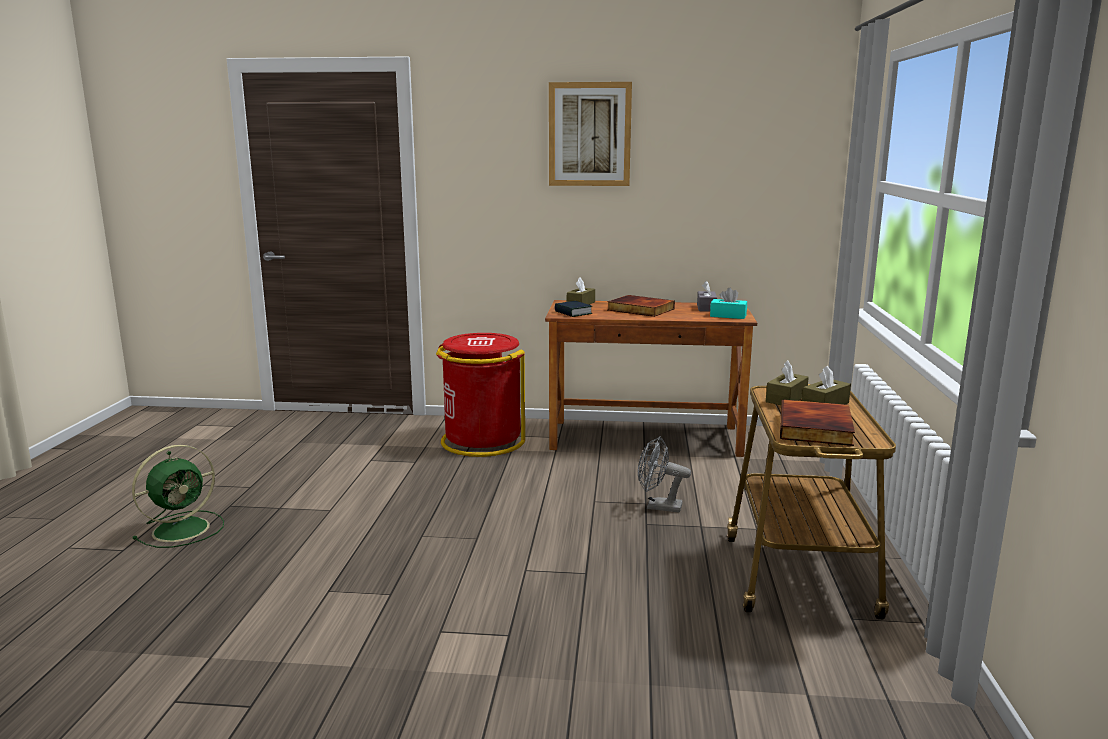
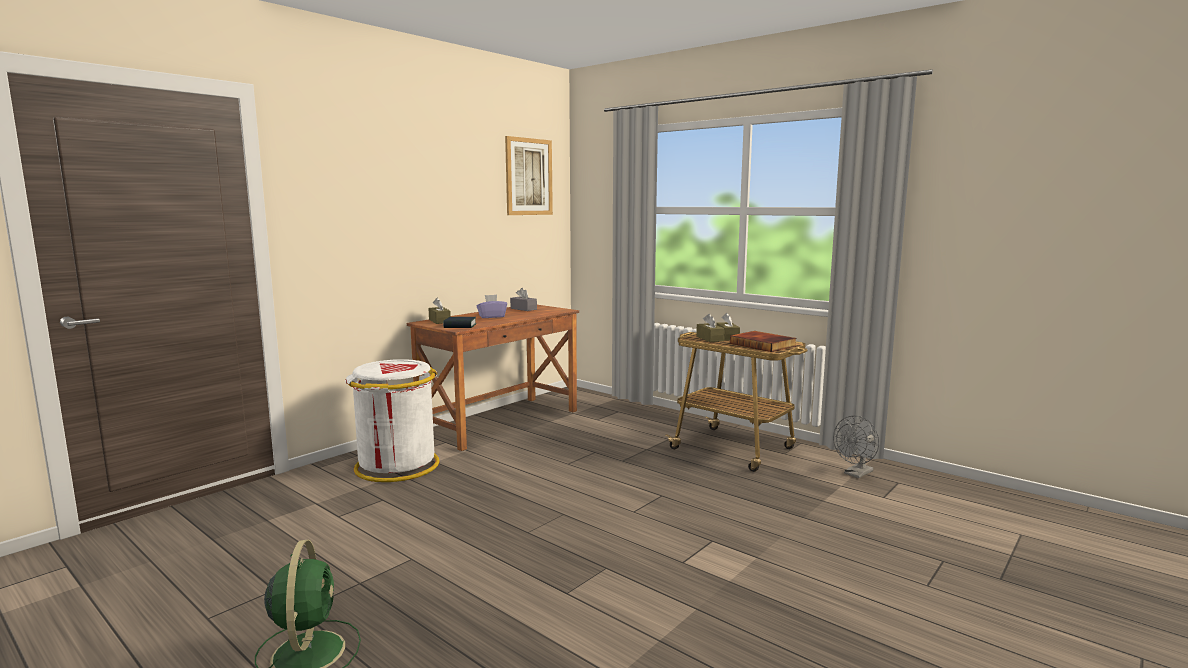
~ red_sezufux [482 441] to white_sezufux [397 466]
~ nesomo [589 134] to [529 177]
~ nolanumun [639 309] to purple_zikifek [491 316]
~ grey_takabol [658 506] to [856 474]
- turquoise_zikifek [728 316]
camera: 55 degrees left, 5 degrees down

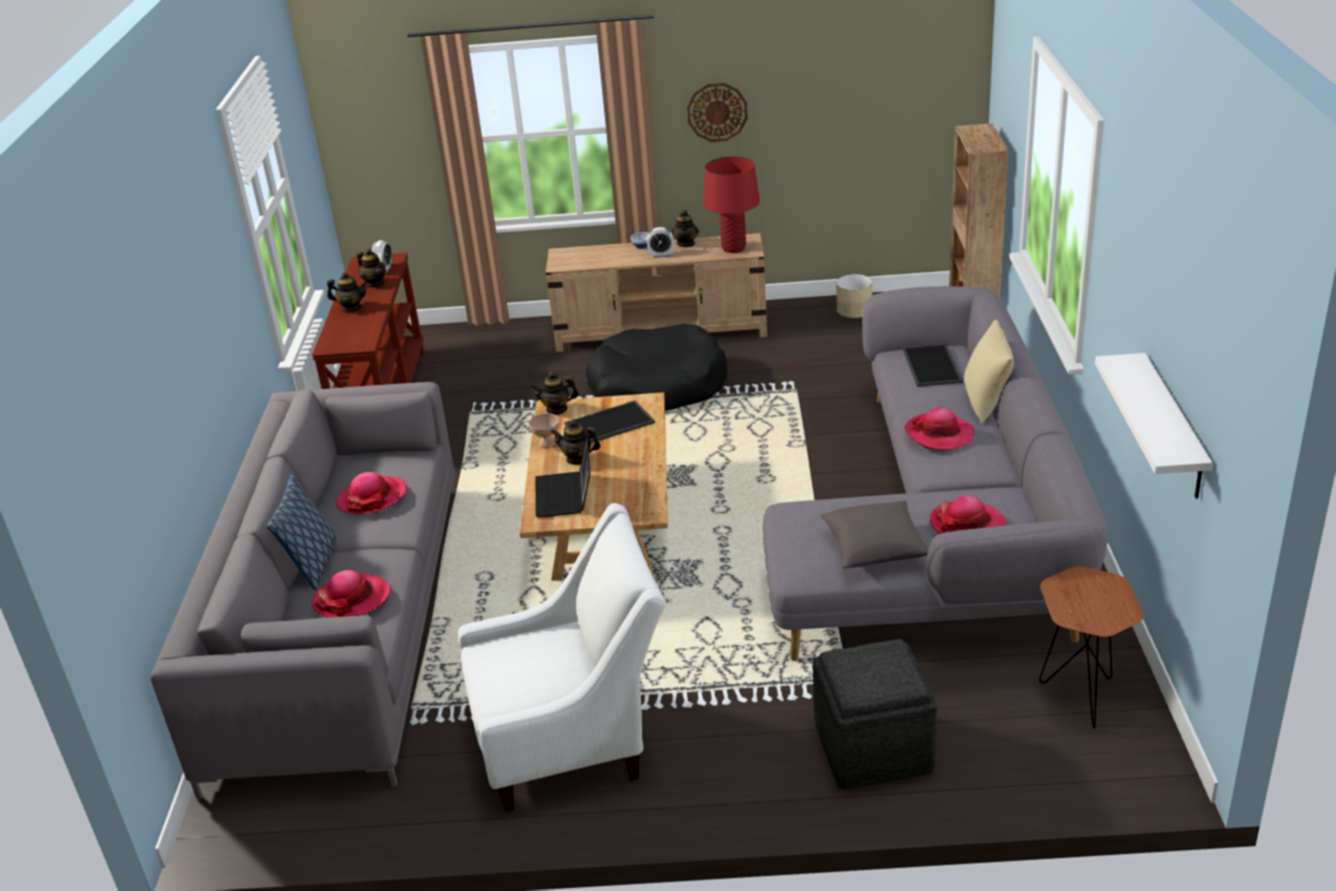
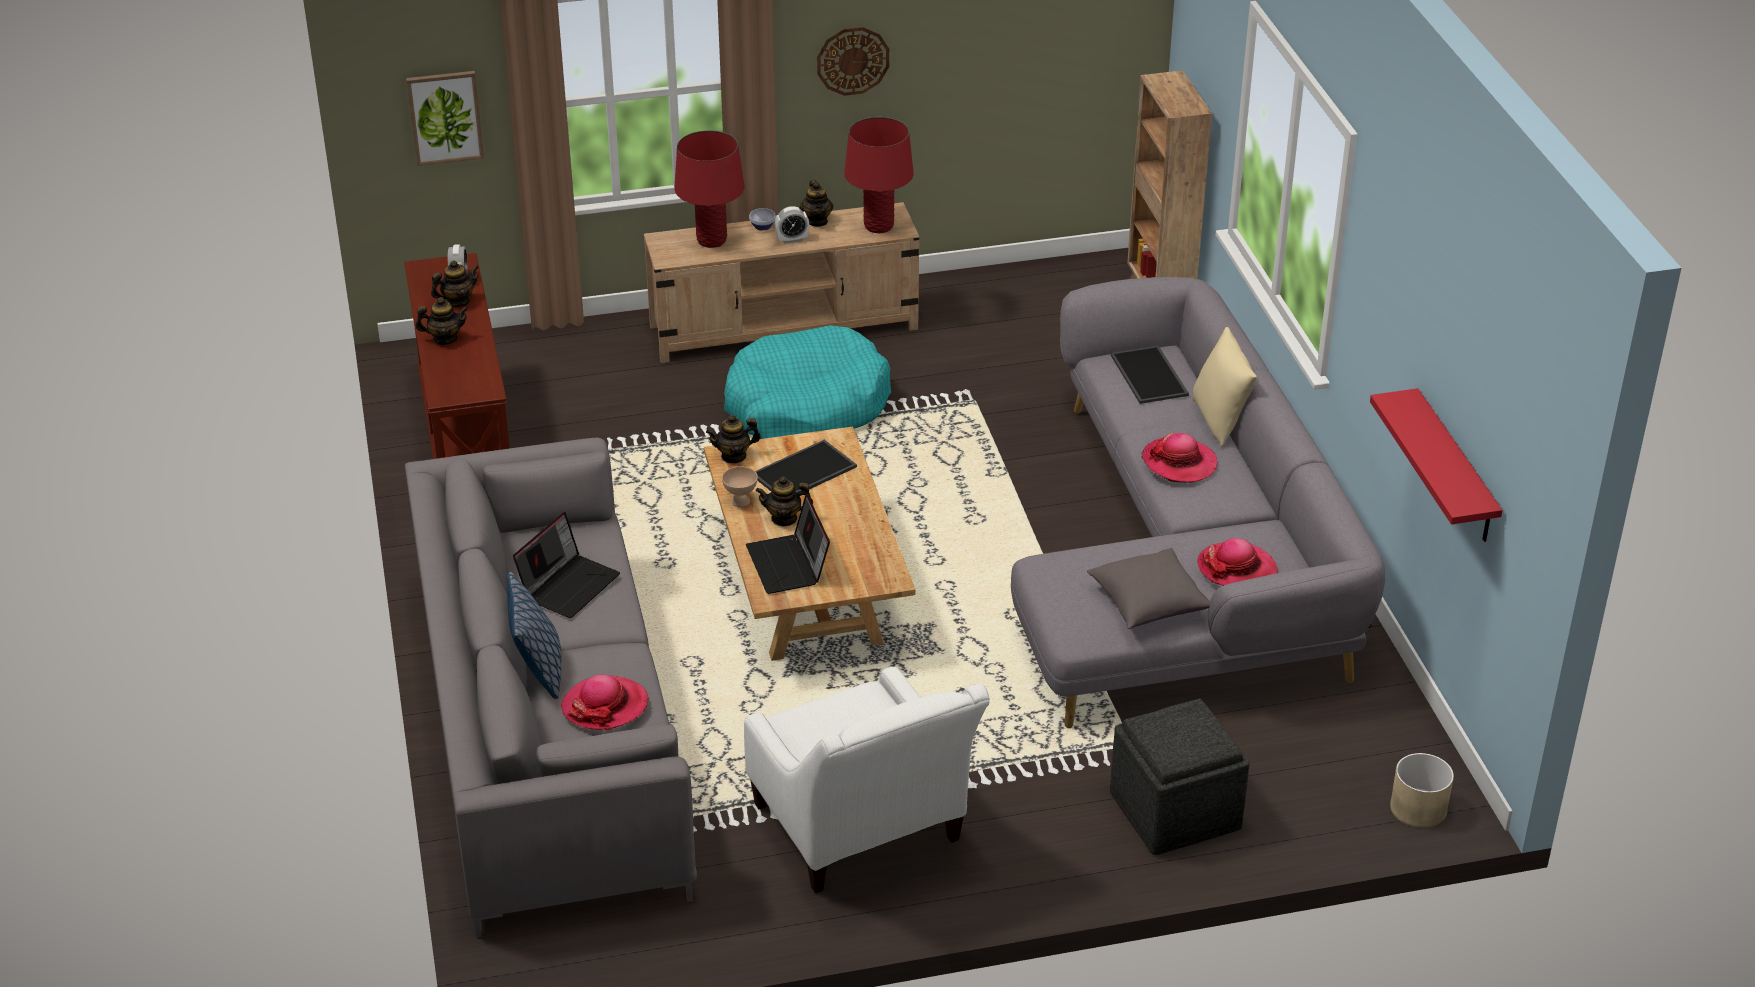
~ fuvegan [372 498] to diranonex [569 585]
~ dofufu [375 283] = [457 301] 60 degrees counterclockwise
~ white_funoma [573 739] = [863 833] 90 degrees clockwise
~ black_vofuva [657 386] to turquoise_vofuva [806 405]
~ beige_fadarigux [854 310] to [1418 809]
- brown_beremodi [1080 693]
~ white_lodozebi [1173 427] to red_lodozebi [1455 469]
+ nesomo [445 117]
+ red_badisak [711 240]
camera: 15 degrees left, 5 degrees up

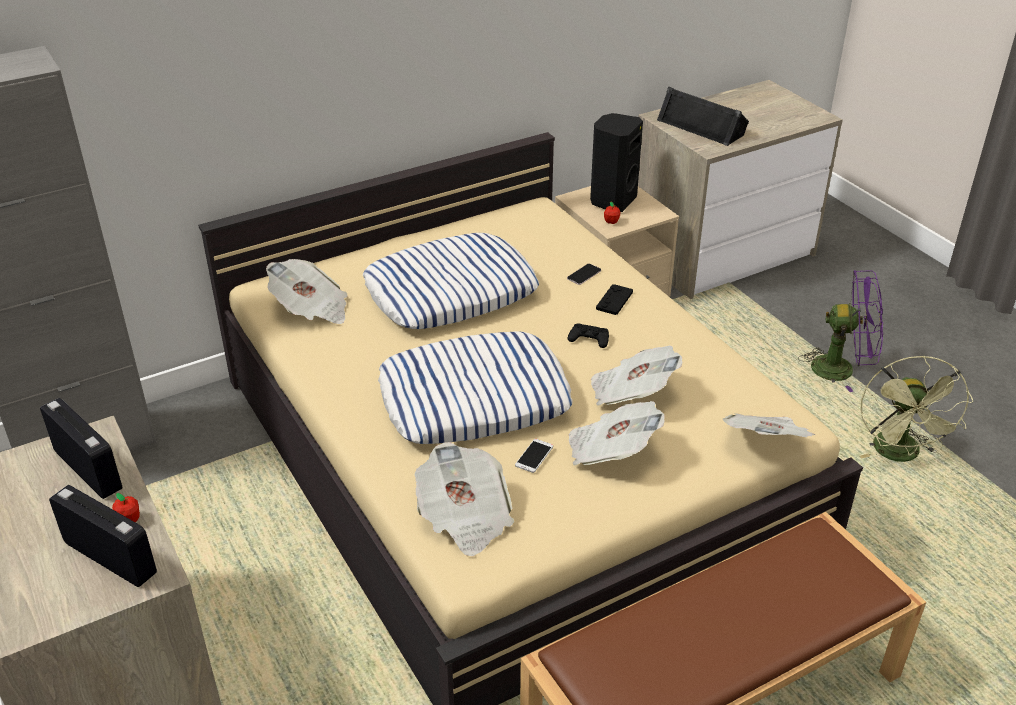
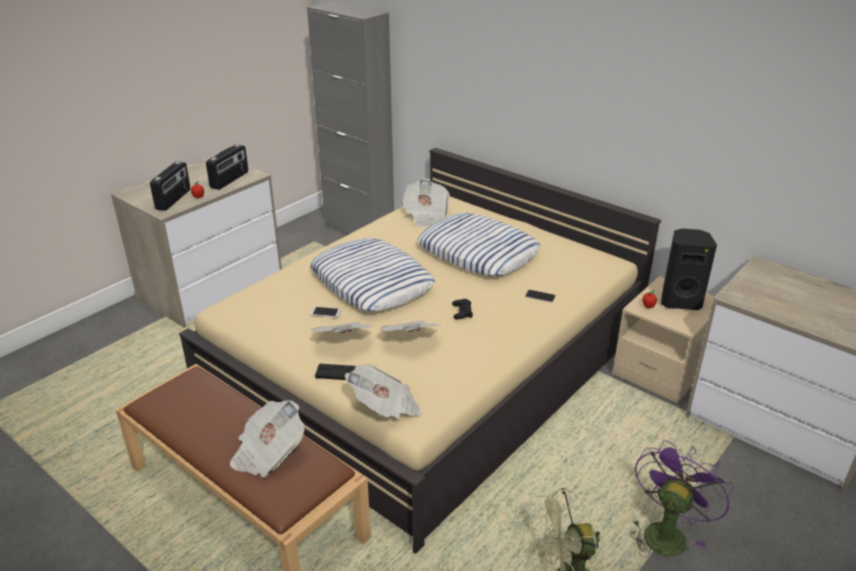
~ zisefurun [465 518] to [268 453]
~ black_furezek [614 300] to [336 373]
- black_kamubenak [702 126]
~ purple_takabol [842 368] = [666 532] 135 degrees counterclockwise
camera: 70 degrees right, 5 degrees down

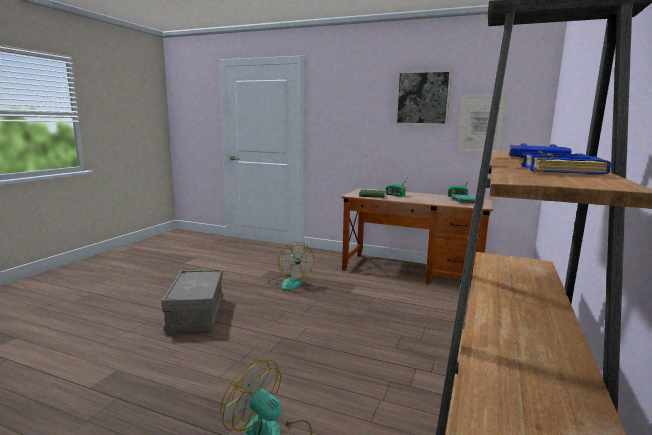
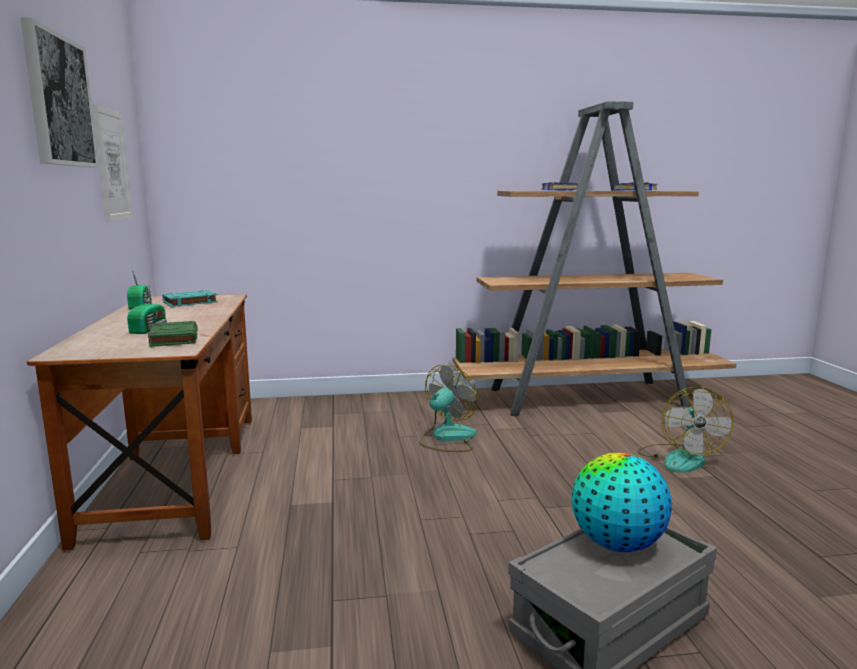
~ takabol [289 282] to [447 438]
+ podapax [616 544]
camera: 120 degrees left, 0 degrees up

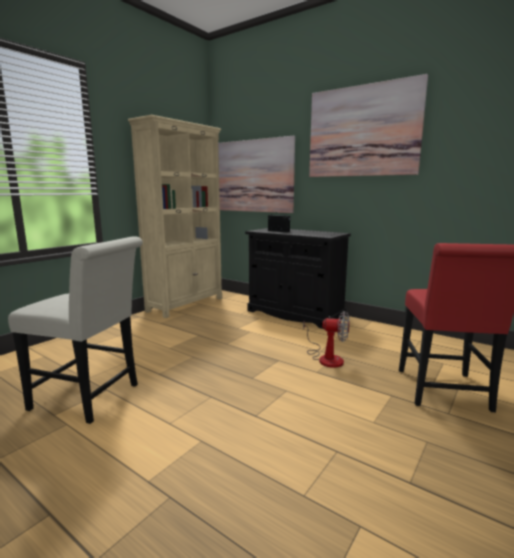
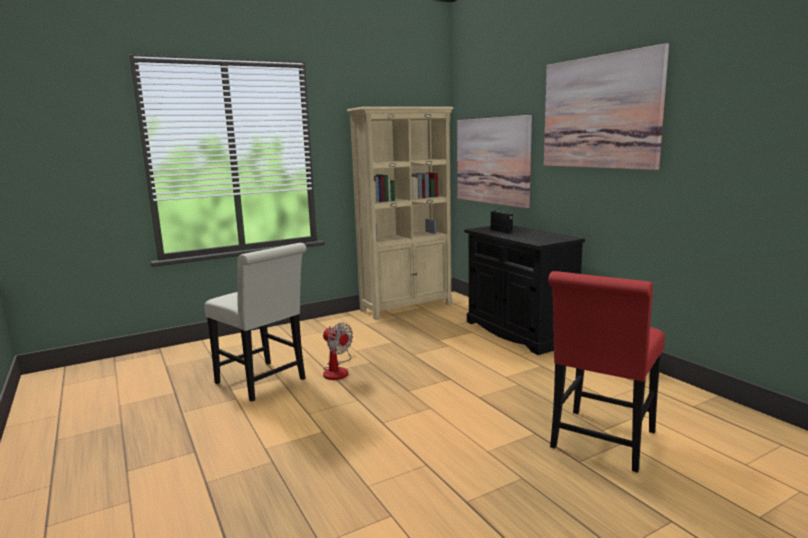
~ takabol [326 358] to [337 370]
camera: 25 degrees right, 0 degrees up

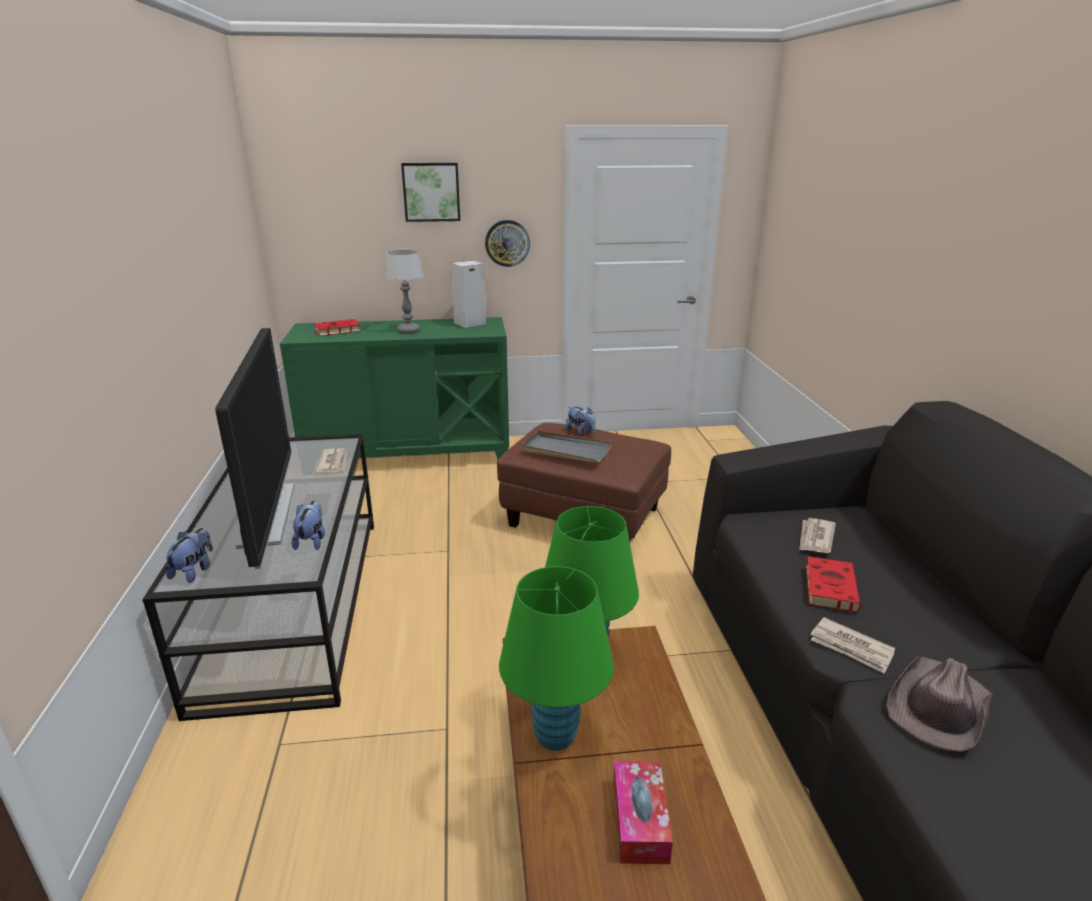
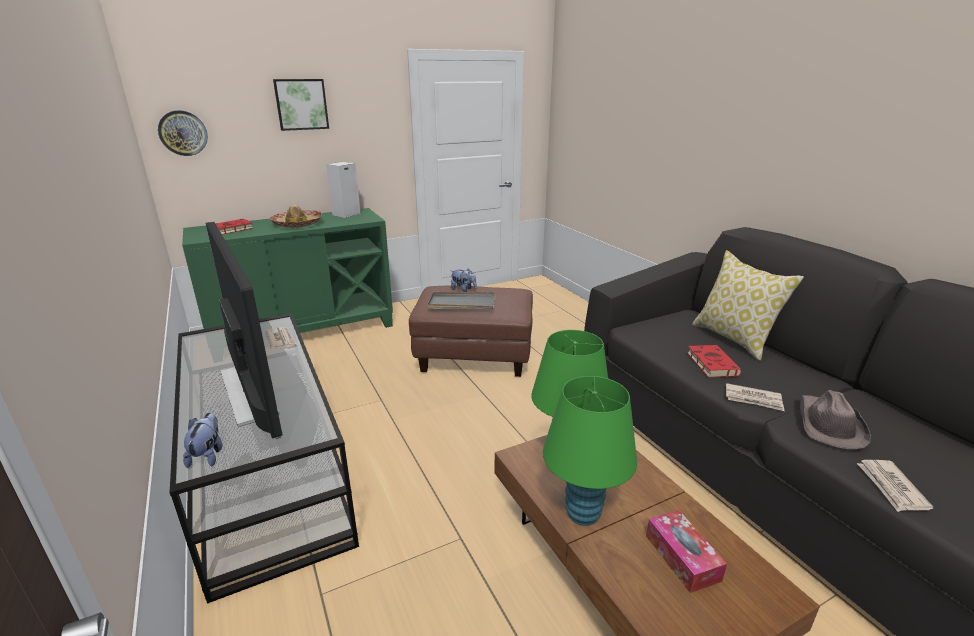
- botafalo [312 541]
~ badisak [408 331] to fuvegan [297 224]
~ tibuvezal [507 243] to [183 133]
~ zisefurun [815 538] to [891 487]
+ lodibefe [734 339]
camera: 20 degrees left, 0 degrees up

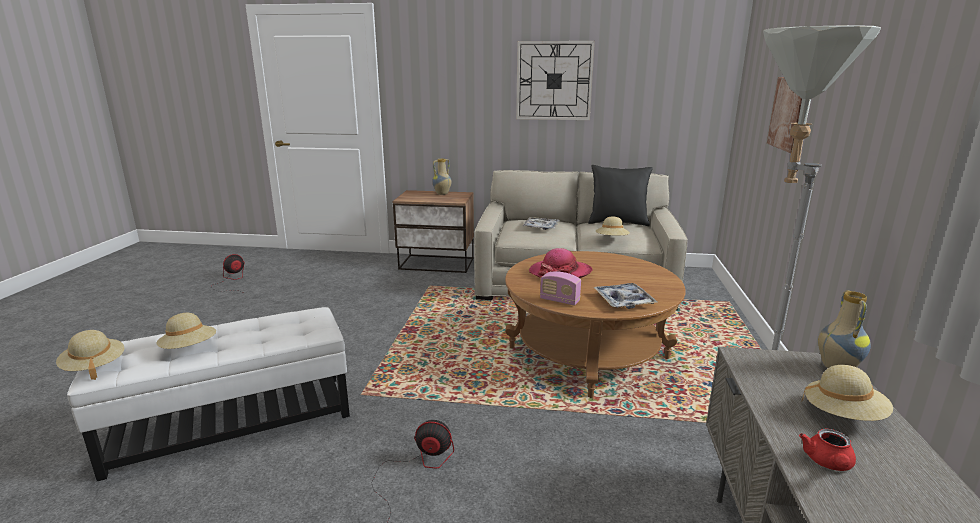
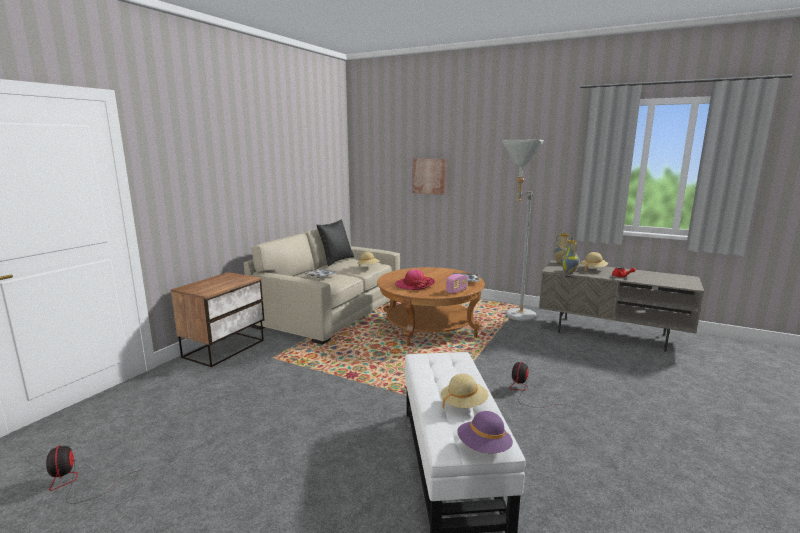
~ beige_fuvegan [94 367] to purple_fuvegan [484 448]
~ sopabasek [442 194] to [569 271]
- tibuvezal [554 81]
camera: 70 degrees left, 5 degrees down

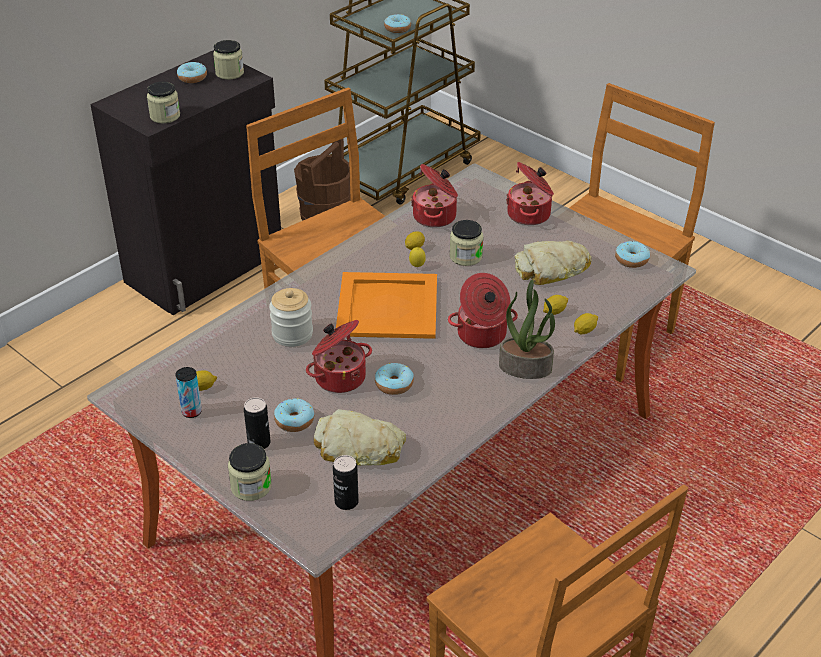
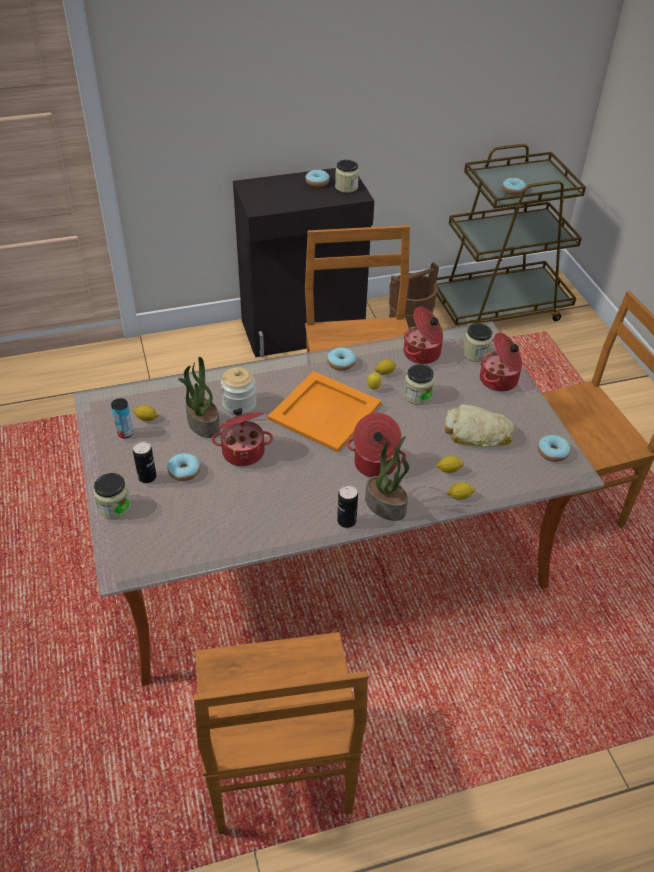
~ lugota [165 116] to [476 353]
- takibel [359 448]
~ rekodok [346 502] to [346 521]
~ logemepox [394 384] to [341 363]
+ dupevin [202 424]
camera: 30 degrees right, 5 degrees up

